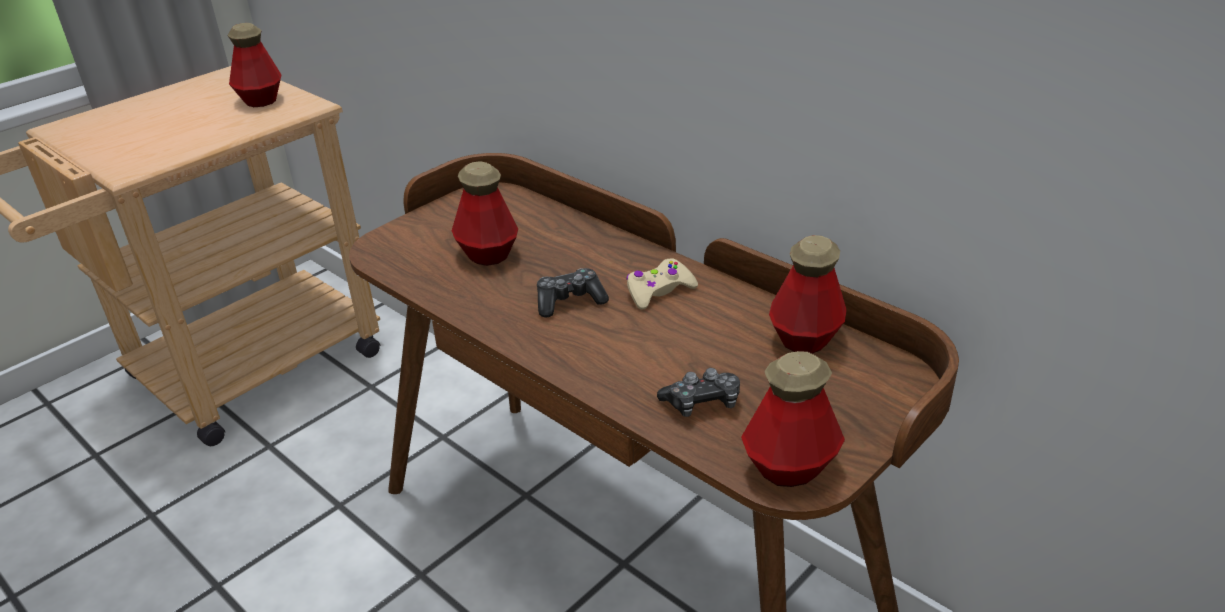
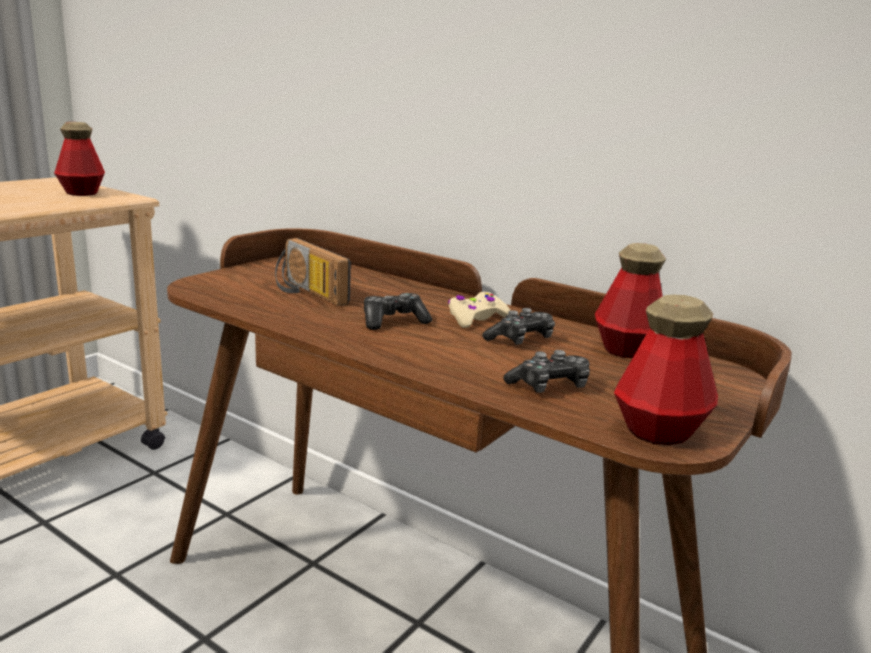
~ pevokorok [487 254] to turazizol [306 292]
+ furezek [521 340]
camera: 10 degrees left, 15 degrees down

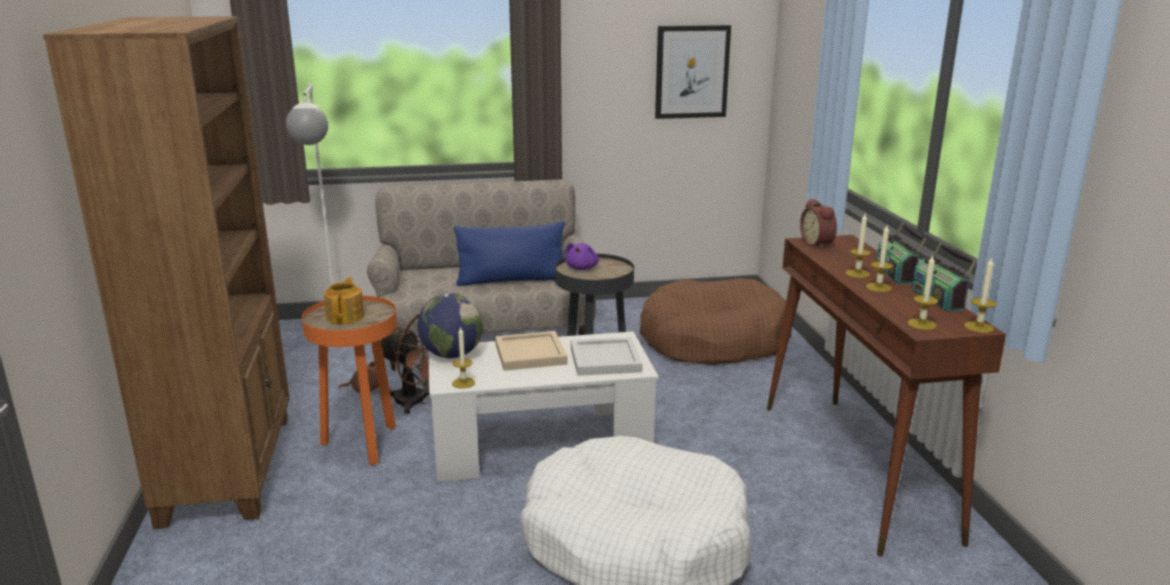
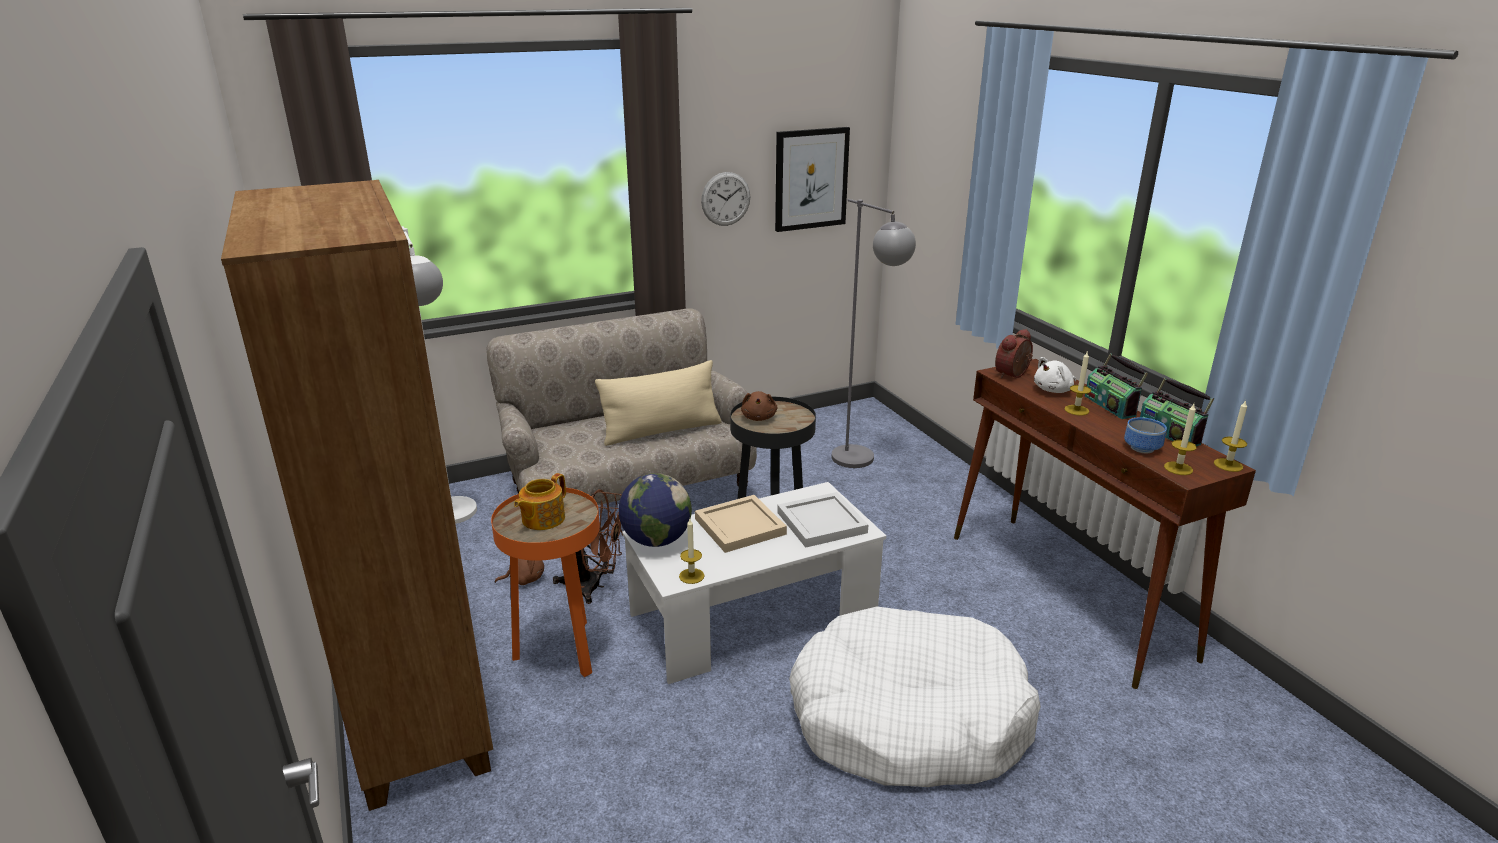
~ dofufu [346 317] = [542 519] 135 degrees counterclockwise
~ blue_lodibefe [512 280] to beige_lodibefe [661 431]
~ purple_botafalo [582 268] to brown_botafalo [759 417]
~ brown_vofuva [713 340] to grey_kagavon [863 464]
~ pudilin [818 244] = [1013 375] 75 degrees clockwise
- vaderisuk [878 287]
+ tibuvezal [726 199]
+ white_botafalo [1054 390]
+ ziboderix [1143 447]
camera: 15 degrees left, 5 degrees up

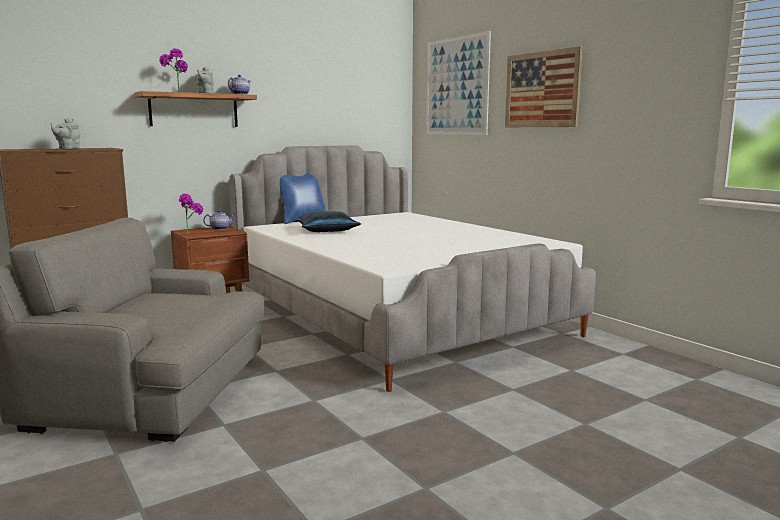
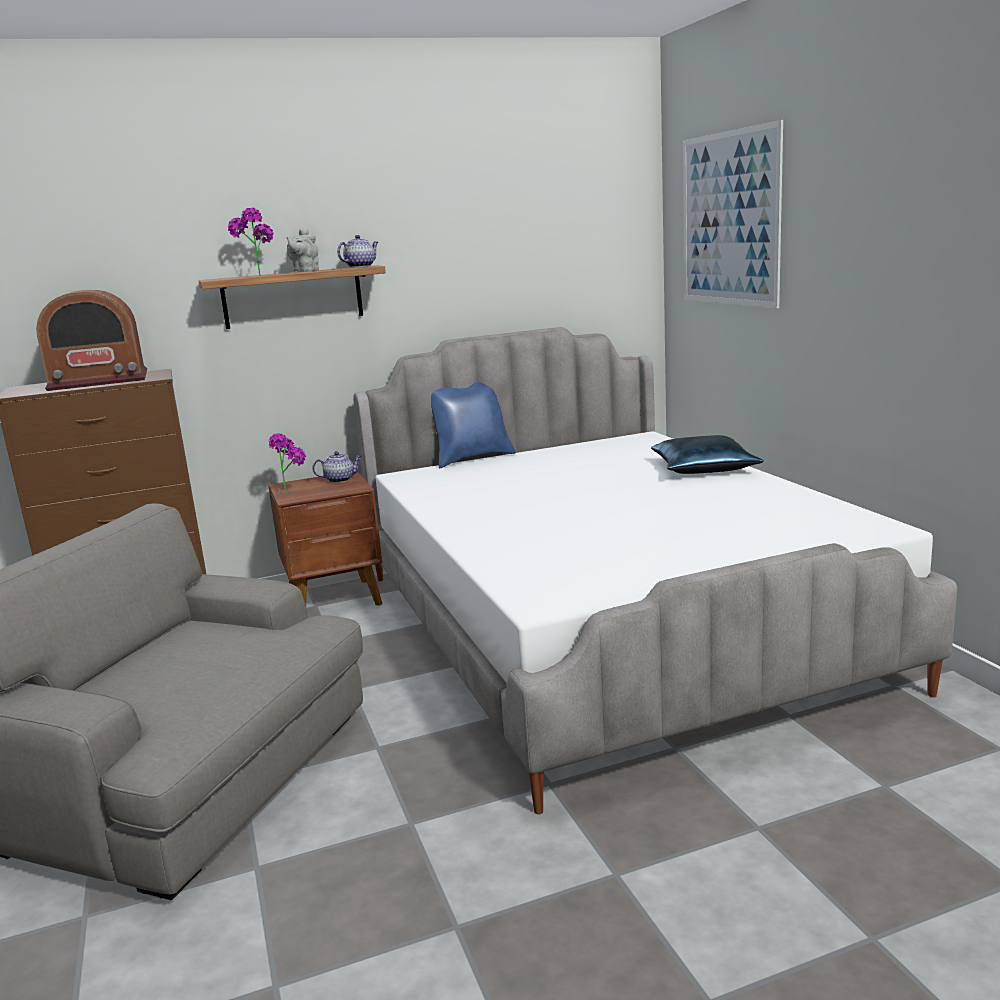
~ grey_dofufu [68 148] to turazizol [99 381]
~ blue_lodibefe [327 230] to [704 468]
- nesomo [542 89]
camera: 15 degrees right, 5 degrees up

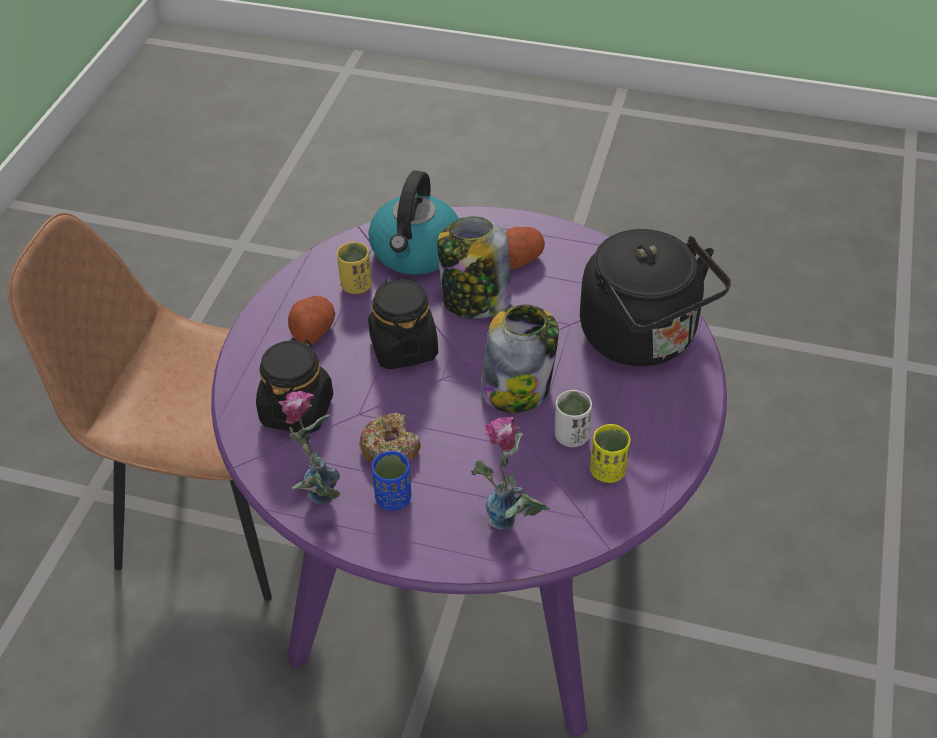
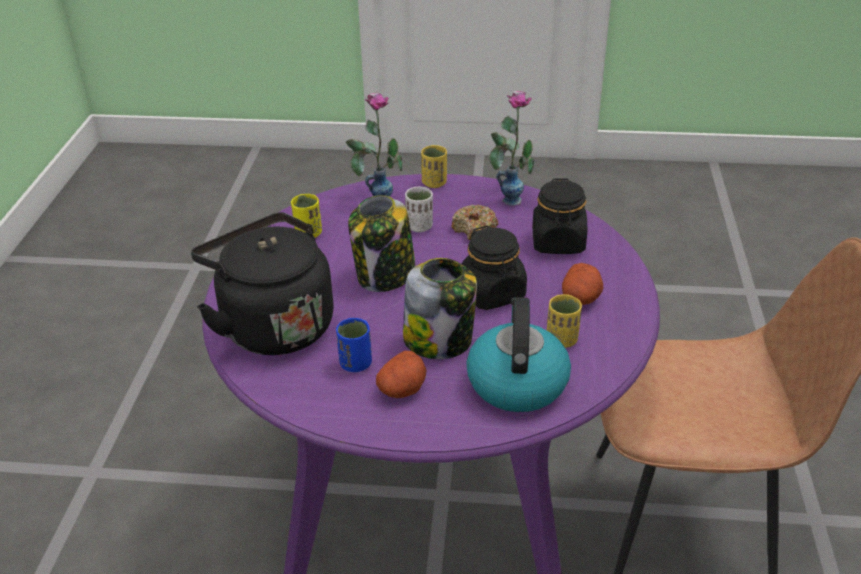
~ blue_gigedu [393 498] to [355 364]
~ white_gigedu [571 436] to [419 226]
+ yellow_gigedu [434 183]
camera: 170 degrees right, 10 degrees down

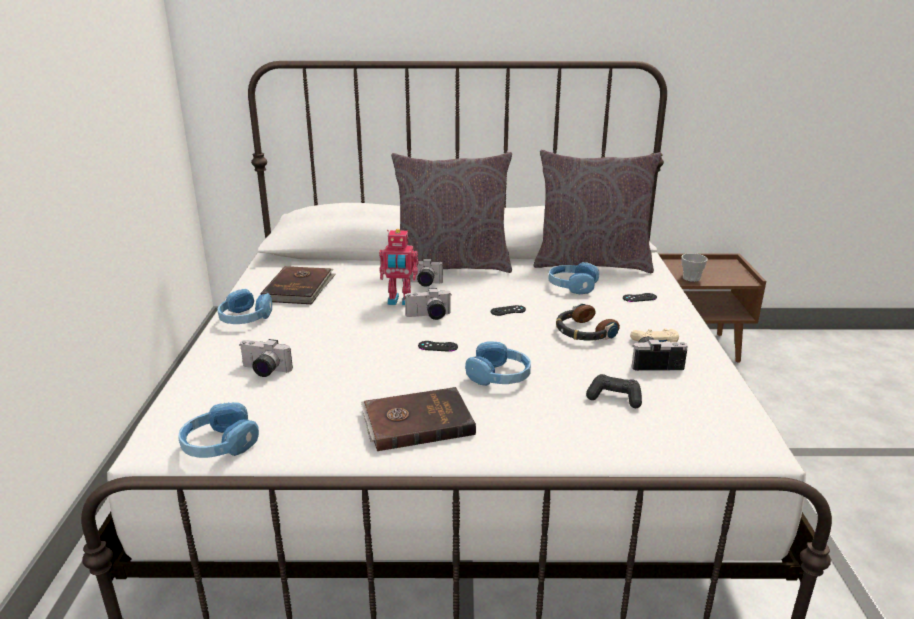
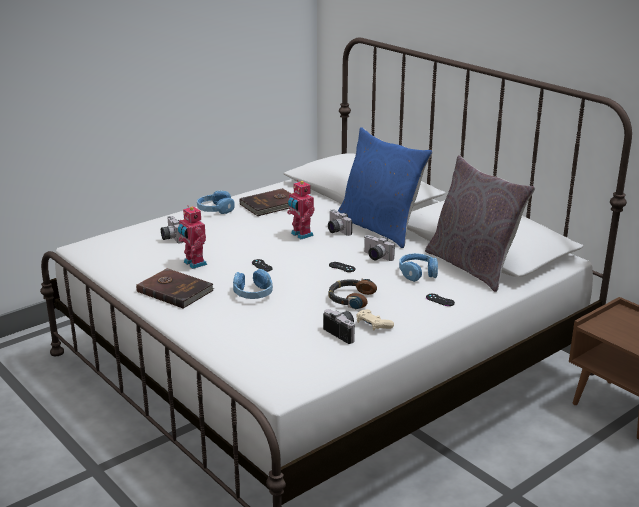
- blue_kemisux [219 445]
~ grey_lodibefe [452 265] to blue_lodibefe [380 228]
~ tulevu [429 316] to [375 257]
- black_furezek [614 398]
- gigedu [691 278]
+ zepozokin [193 264]
camera: 50 degrees right, 0 degrees up

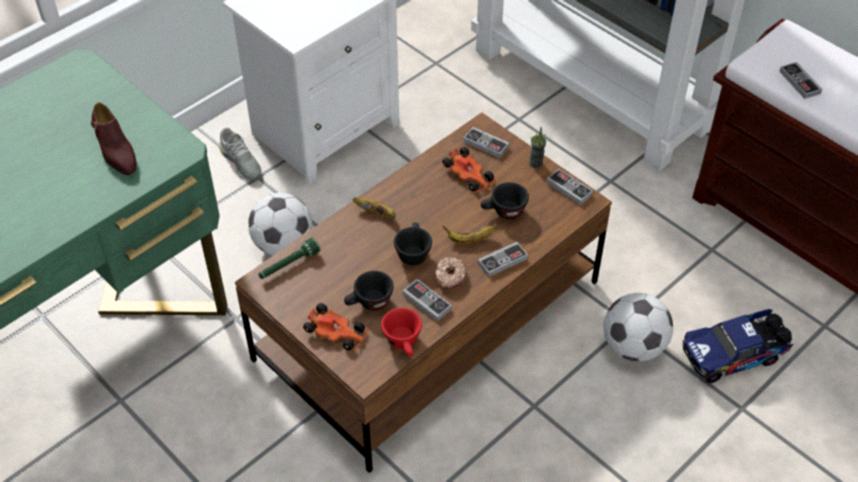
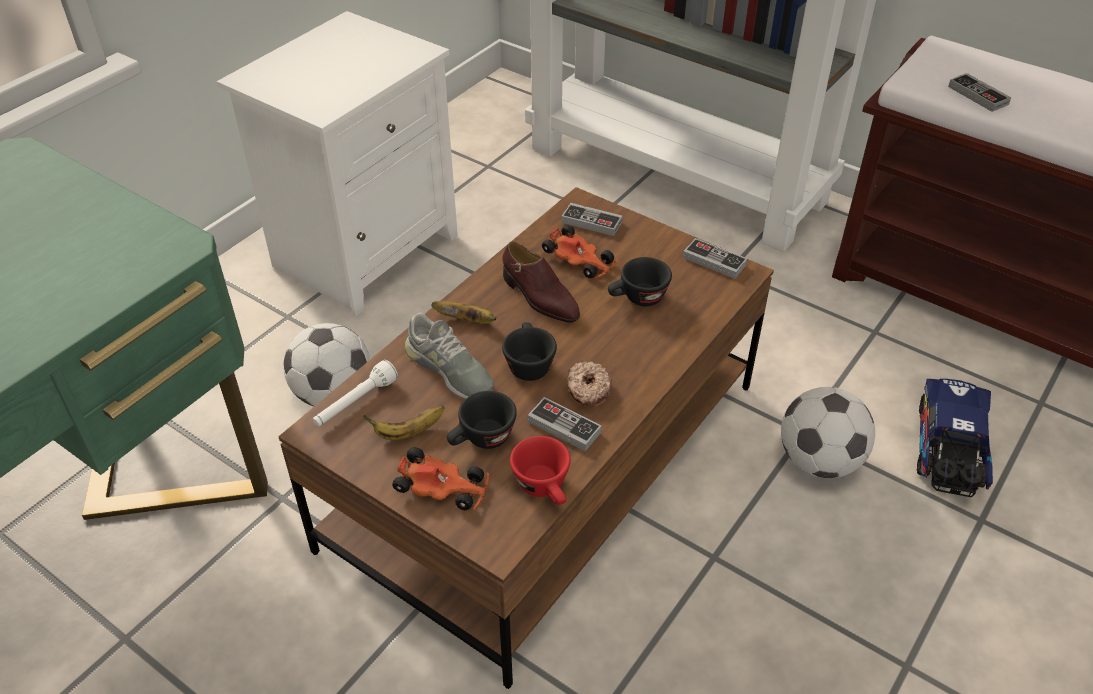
~ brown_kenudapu [115 151] to [539 297]
~ grey_kenudapu [240 162] to [449 370]
~ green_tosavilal [289 265] to white_tosavilal [355 403]
~ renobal [469 240] to [408 432]
- furezek [502 261]
- gigedu [536 163]
~ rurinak [735 354] = [948 453] 135 degrees clockwise
camera: 10 degrees left, 5 degrees down

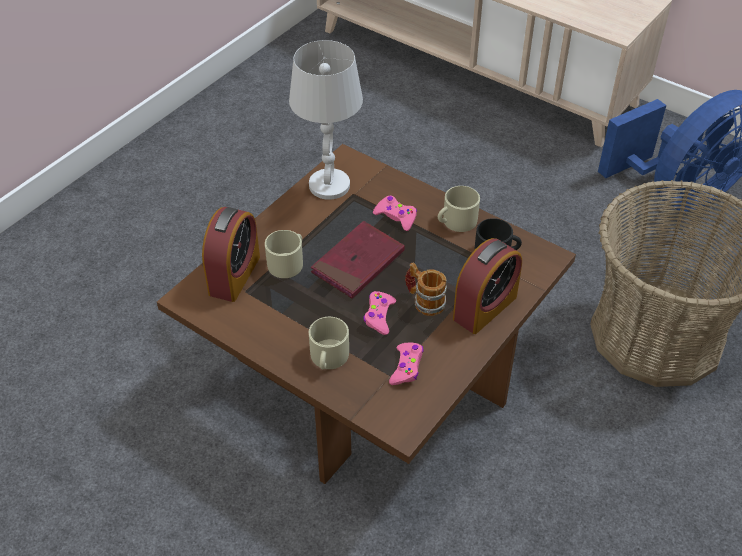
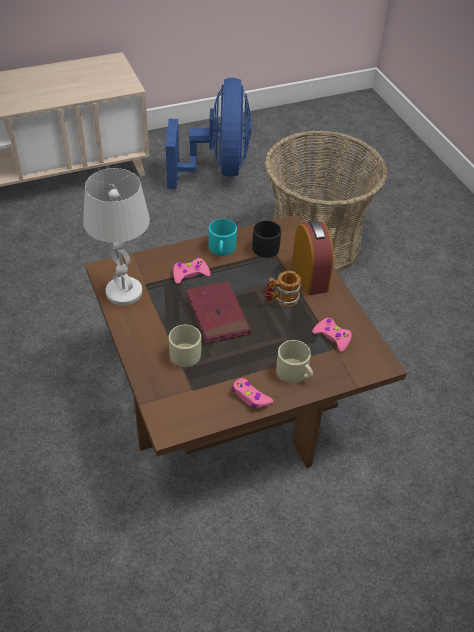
- pudilin [234 275]
~ pink_furezek [379 316] to [251 397]
~ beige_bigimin [456 221] to turquoise_bigimin [222 249]
camera: 60 degrees left, 0 degrees up

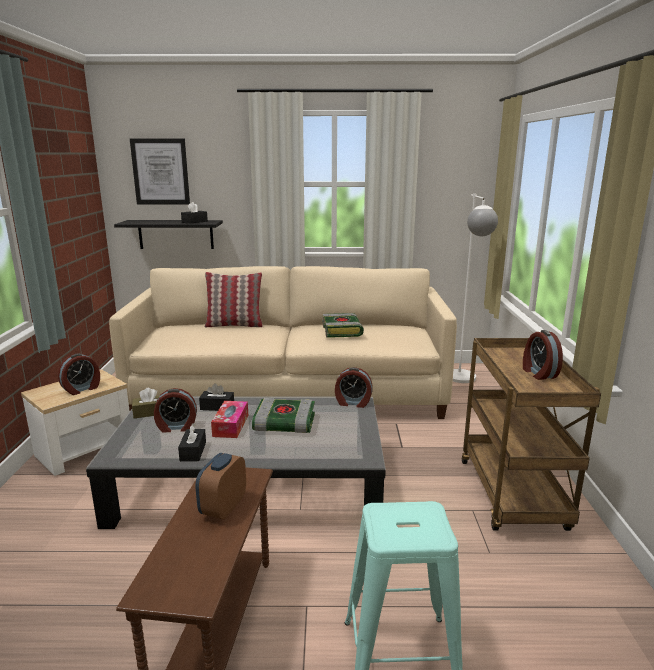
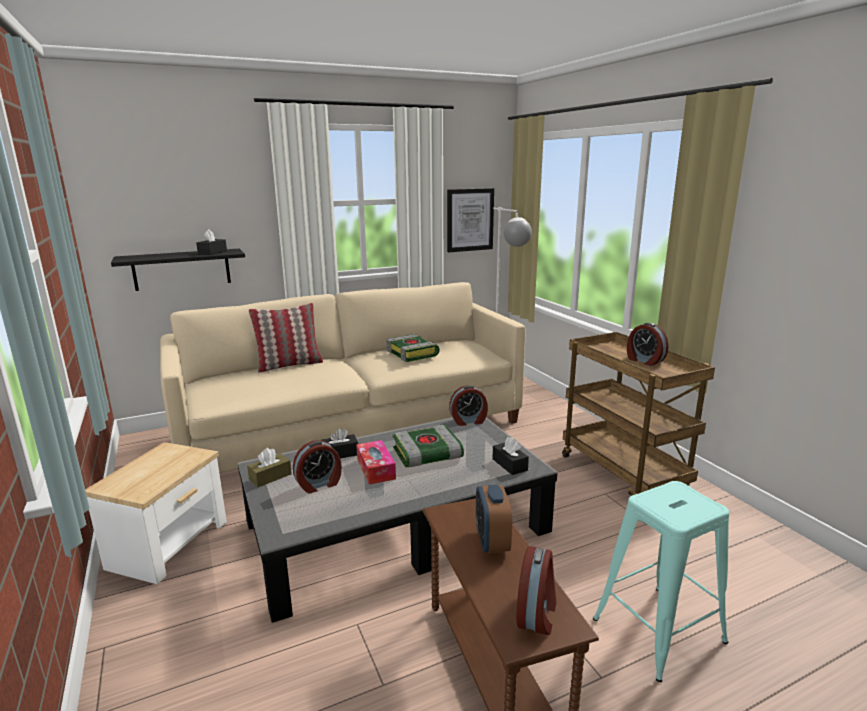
~ pudilin [82 389] to [537 614]
~ nesomo [160 172] to [470 220]
~ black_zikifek [193 451] to [509 464]
camera: 25 degrees left, 0 degrees up

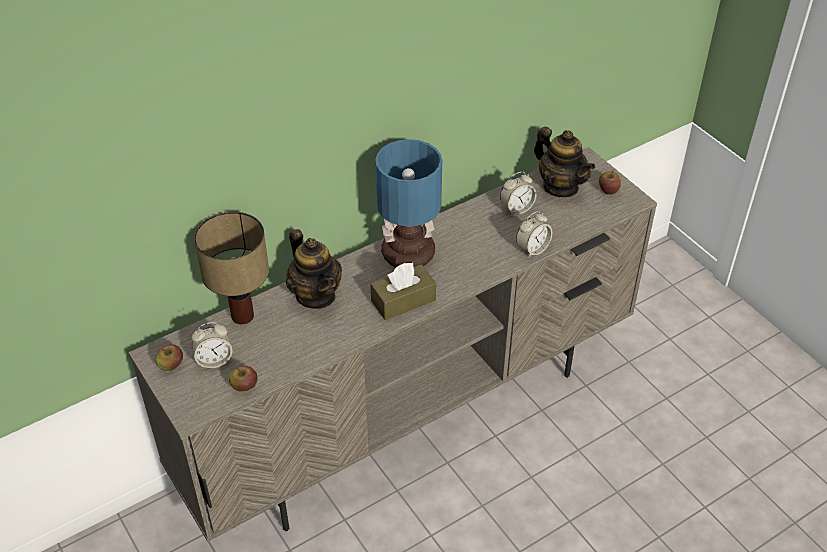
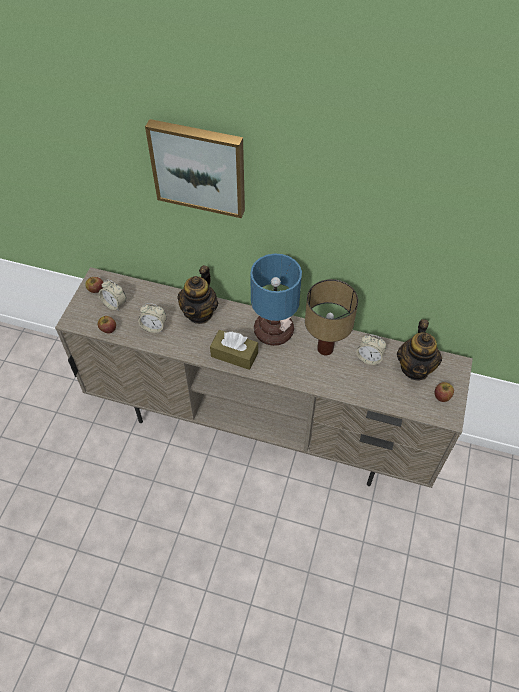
~ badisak [241 316] to [324 348]
~ pudilin [532 249] to [154 327]
+ nesomo [199 166]
camera: 50 degrees right, 10 degrees up

